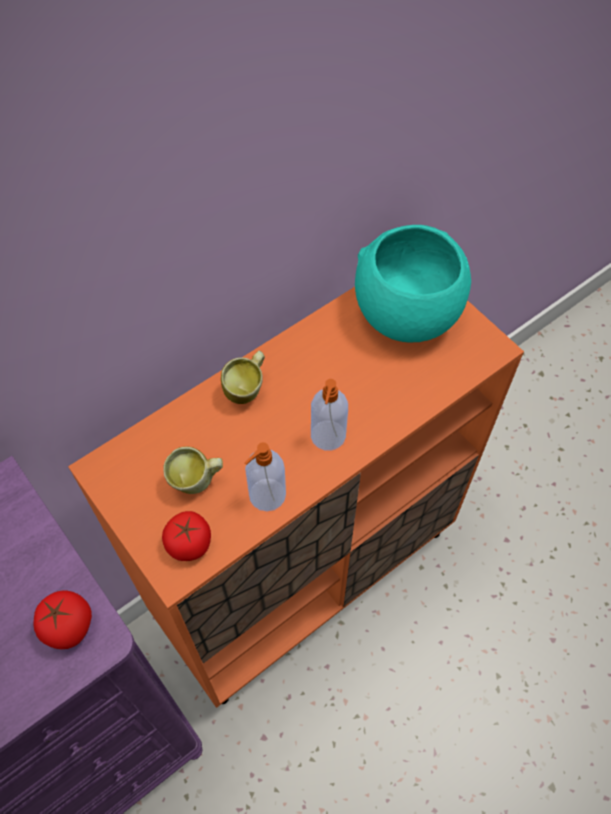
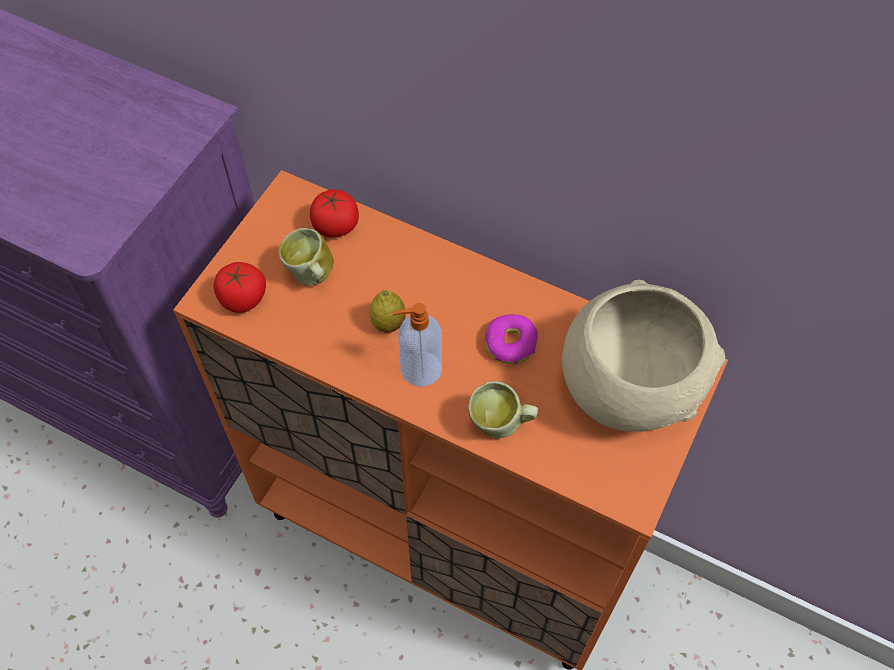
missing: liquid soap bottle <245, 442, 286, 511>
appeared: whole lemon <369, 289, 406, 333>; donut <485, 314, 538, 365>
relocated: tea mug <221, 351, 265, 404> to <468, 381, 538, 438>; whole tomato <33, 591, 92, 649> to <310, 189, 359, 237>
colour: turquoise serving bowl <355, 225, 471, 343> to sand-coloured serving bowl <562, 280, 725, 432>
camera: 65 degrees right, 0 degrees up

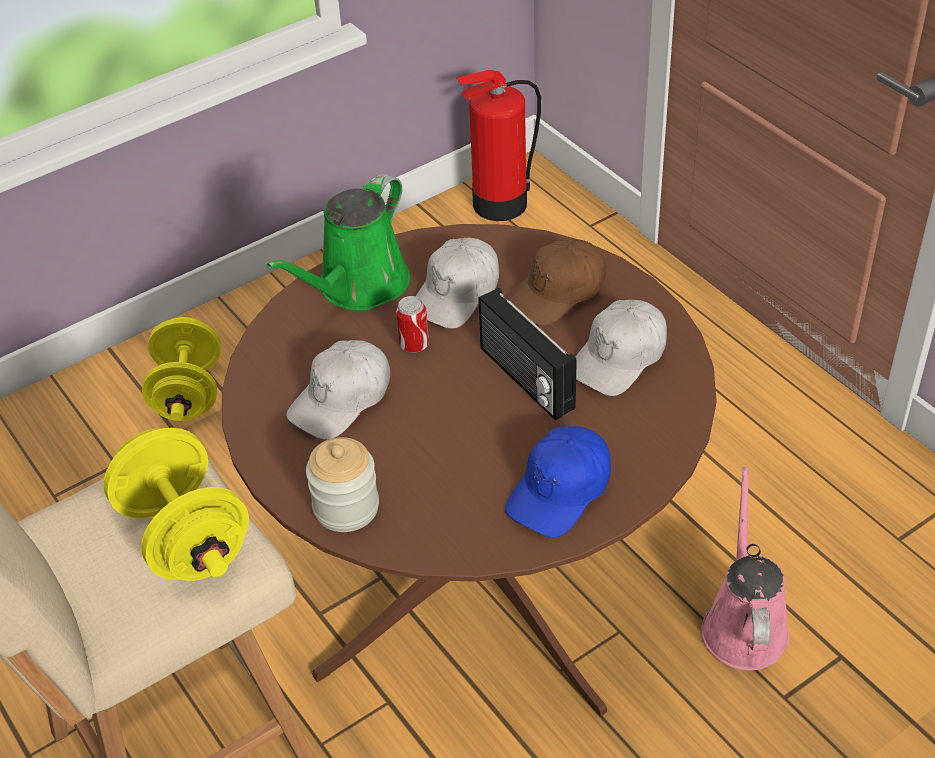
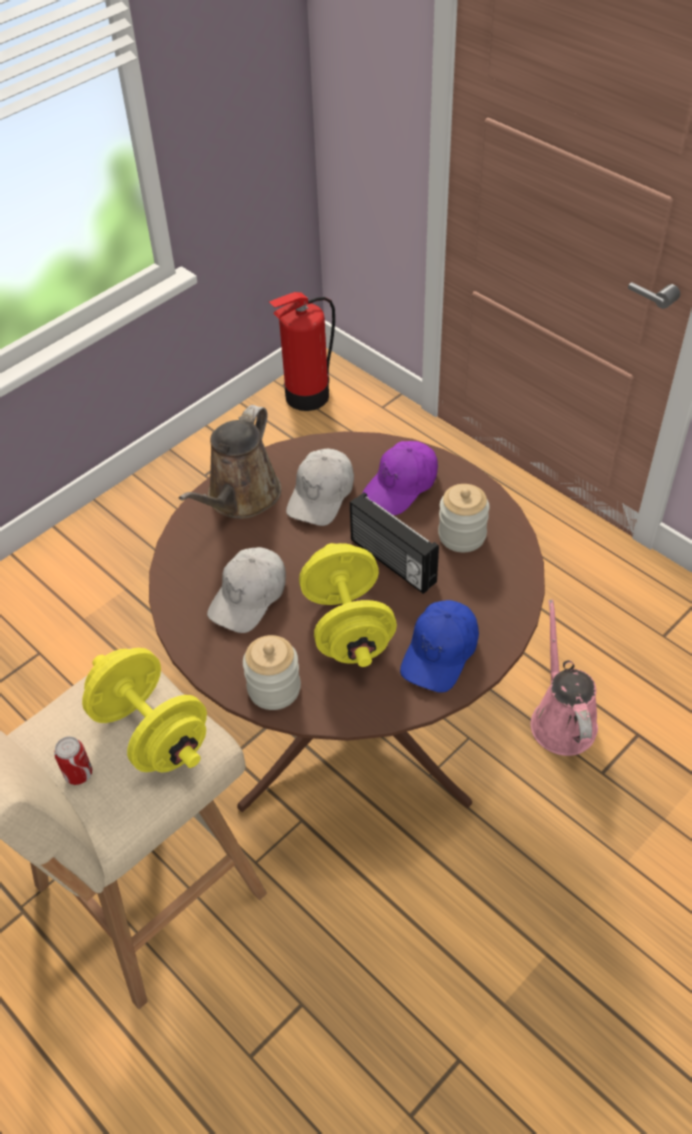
relocated: metal can <396, 296, 429, 353> to <54, 736, 92, 785>; yellow-coloured dumbbell <142, 317, 221, 421> to <299, 543, 397, 667>
exchanged: whitish baseball cap <575, 300, 667, 396> to jar <438, 484, 490, 552>
colour: greenish watering pot <266, 174, 410, 311> to brownish watering pot <179, 405, 281, 519>; brownish baseball cap <506, 238, 606, 326> to purple-coloured baseball cap <362, 441, 438, 515>
camera: 10 degrees left, 5 degrees up

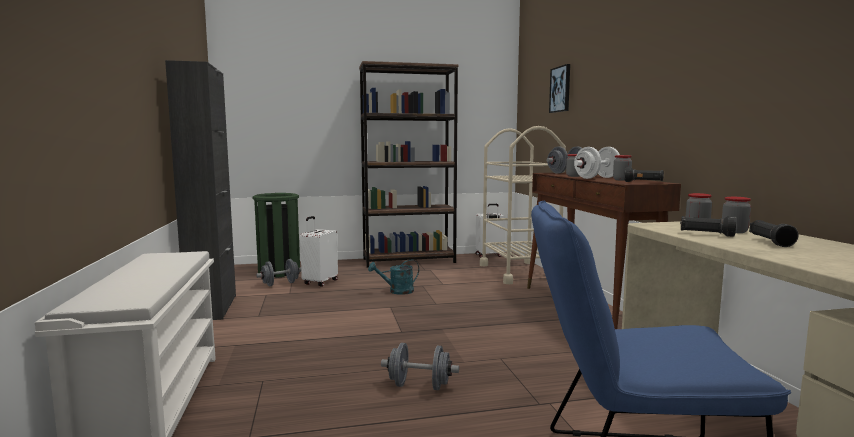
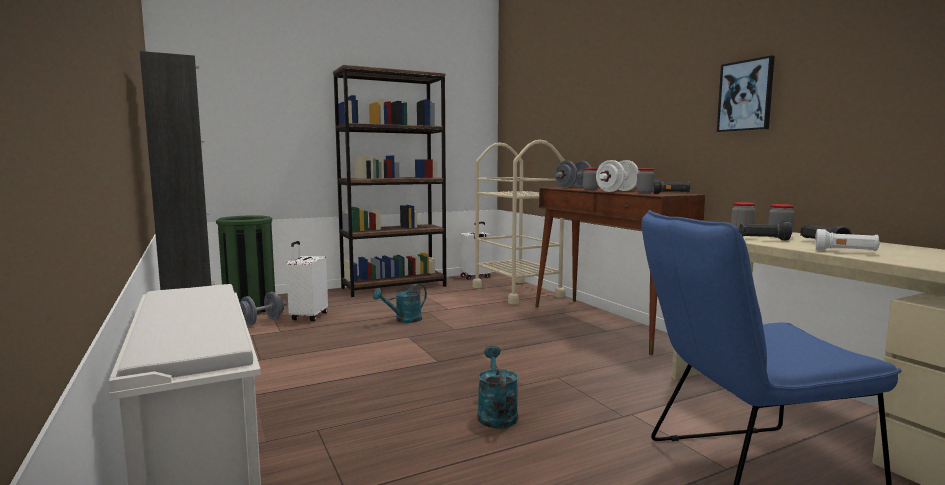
appeared: whitish hand torch <815, 229, 880, 251>
relocated: wall art <549, 64, 570, 113> to <717, 55, 775, 132>
exchanged: grey dumbbell <381, 343, 459, 390> to turquoise watering pot <477, 346, 518, 429>
camera: 15 degrees left, 0 degrees up

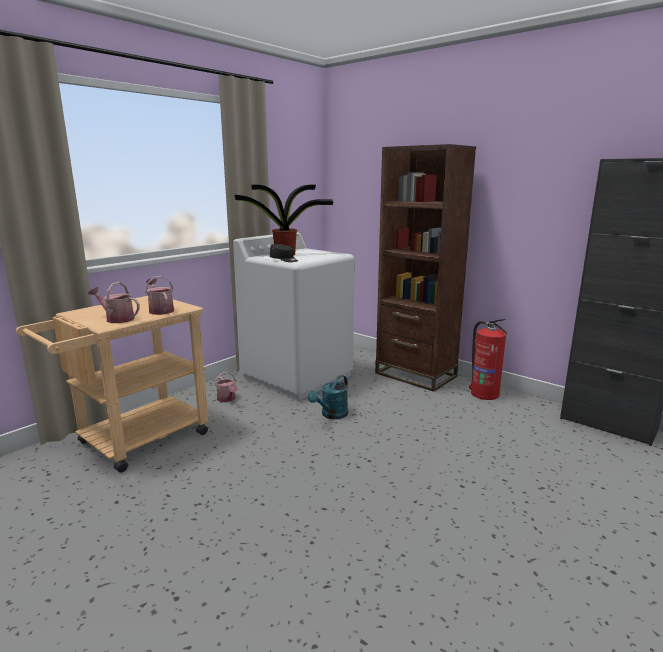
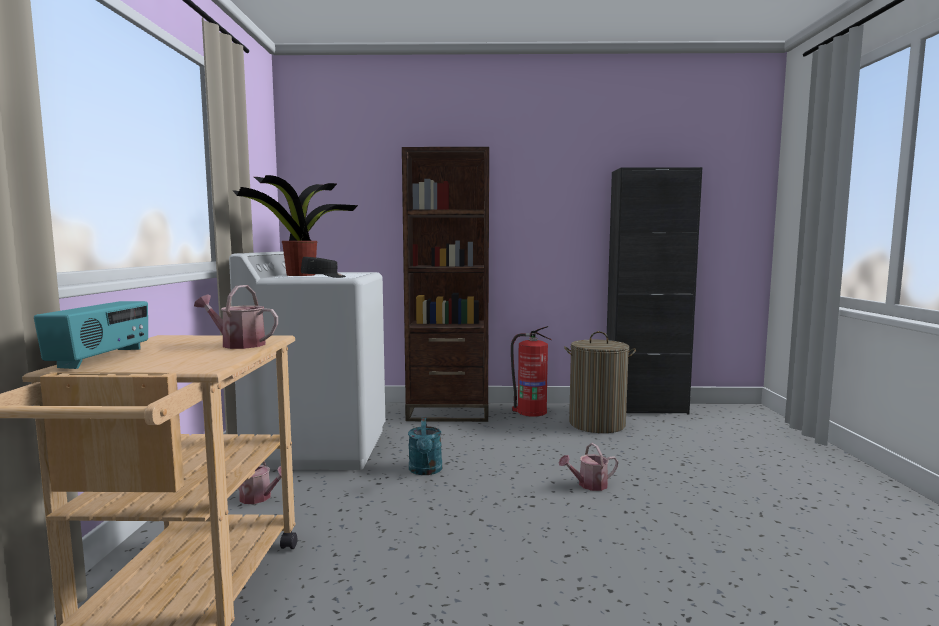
appeared: radio <34, 301, 148, 369>; washing basket <564, 331, 636, 433>
relocated: watering pot <88, 282, 140, 323> to <558, 443, 618, 491>
camera: 40 degrees left, 10 degrees down

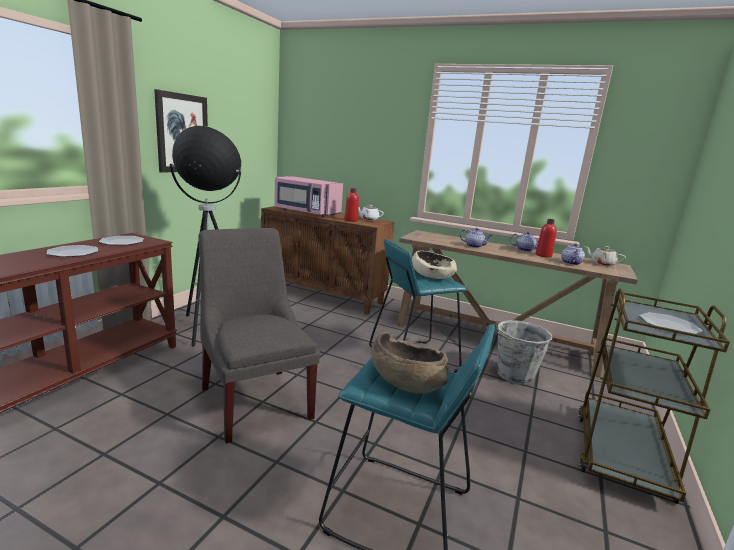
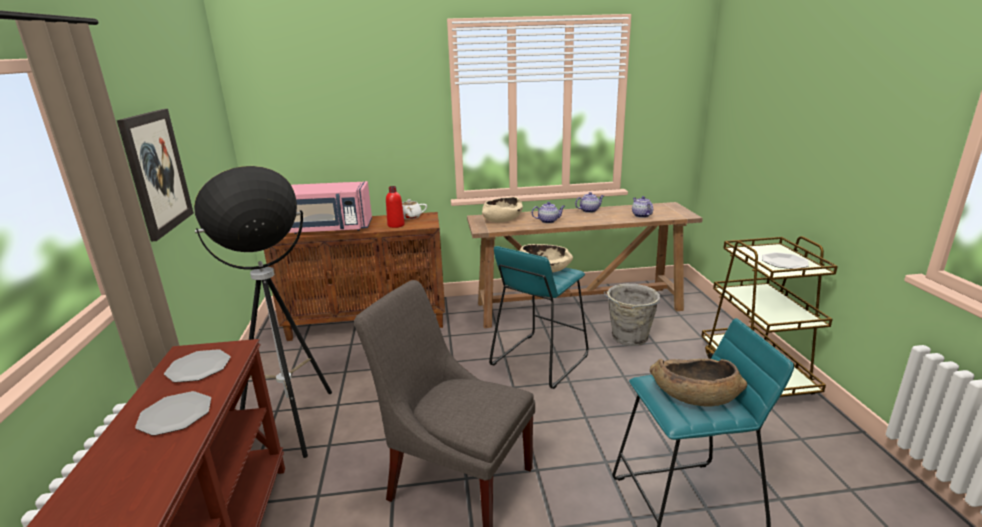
missing: reddish drink bottle <536, 219, 557, 258>; sand-coloured tea pot <585, 246, 626, 266>
appeared: sand-coloured serving bowl <482, 197, 523, 223>
camera: 30 degrees left, 5 degrees up

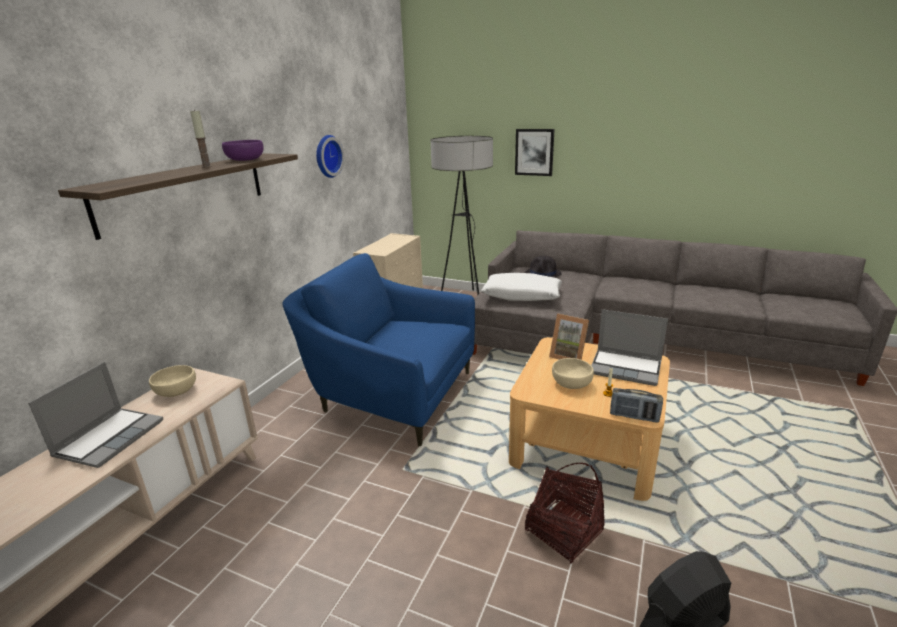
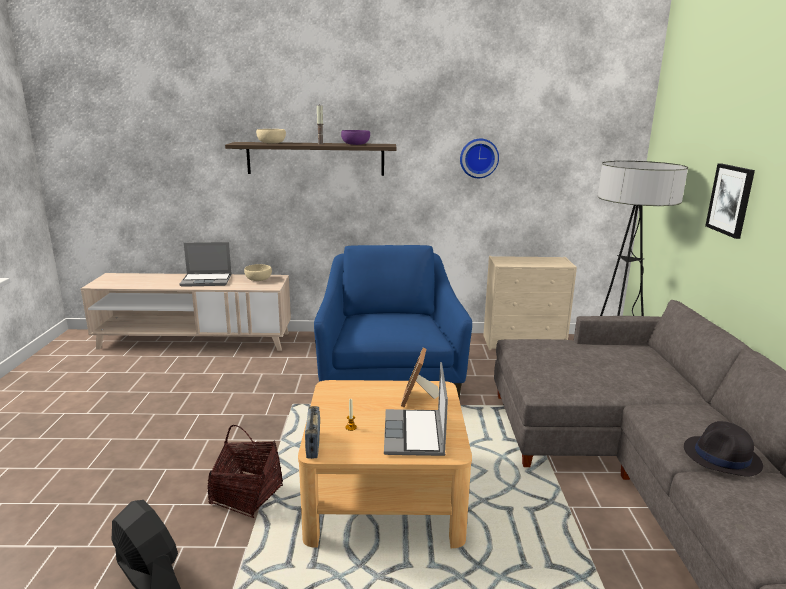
missing: whitish pillow <481, 273, 562, 301>
relocated: black-coloured clothing hat <525, 256, 562, 278> to <684, 421, 763, 477>; sand-coloured serving bowl <552, 358, 594, 389> to <256, 129, 286, 144>
camera: 65 degrees right, 5 degrees down

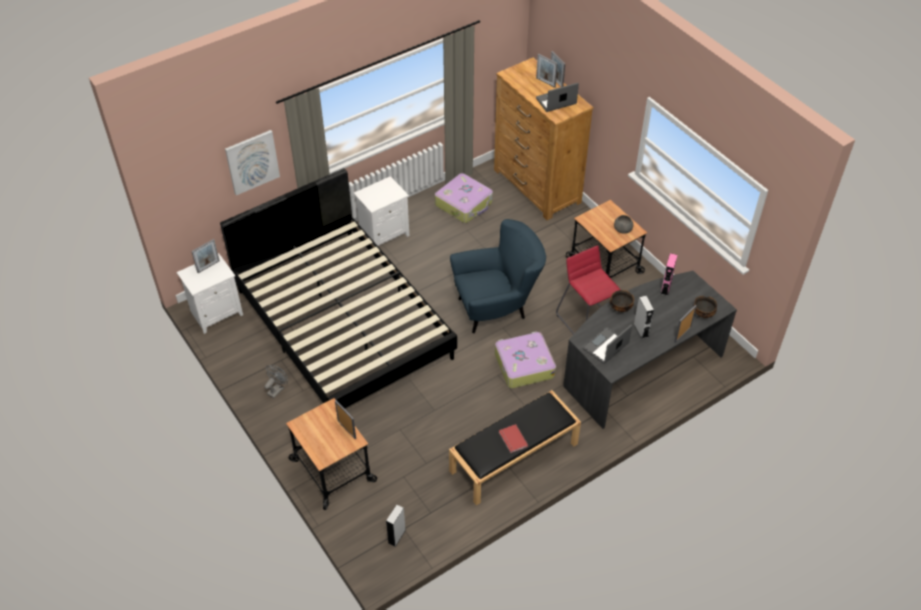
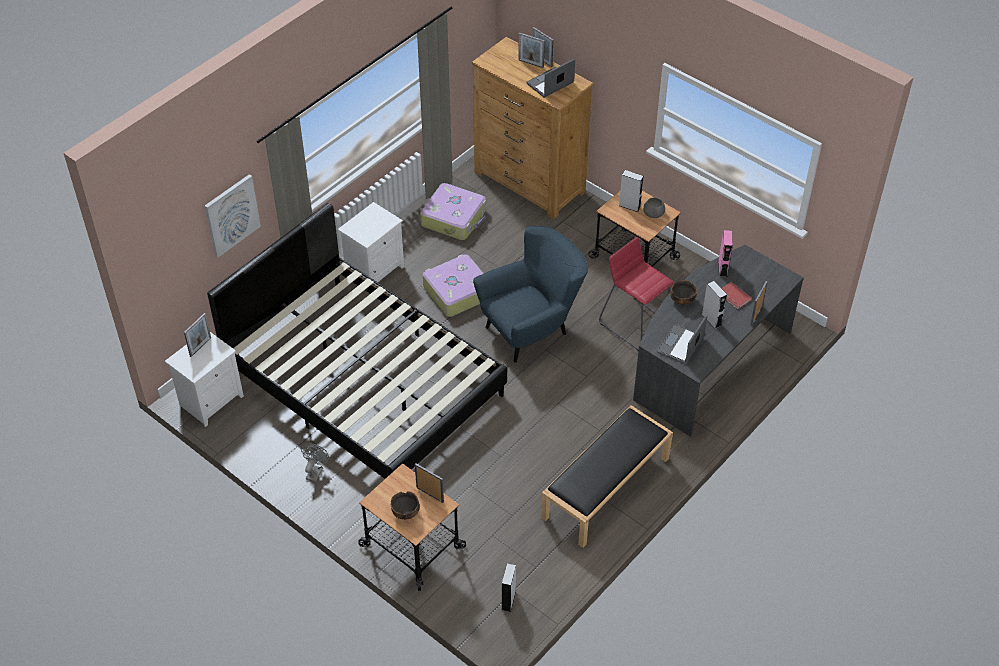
appeared: grey speaker <619, 170, 644, 212>
relocated: serving bowl <694, 296, 717, 318> to <390, 491, 420, 520>; suitcase <495, 331, 556, 388> to <423, 254, 484, 317>; reddish book <499, 424, 528, 453> to <721, 282, 752, 310>
camera: 15 degrees left, 0 degrees up

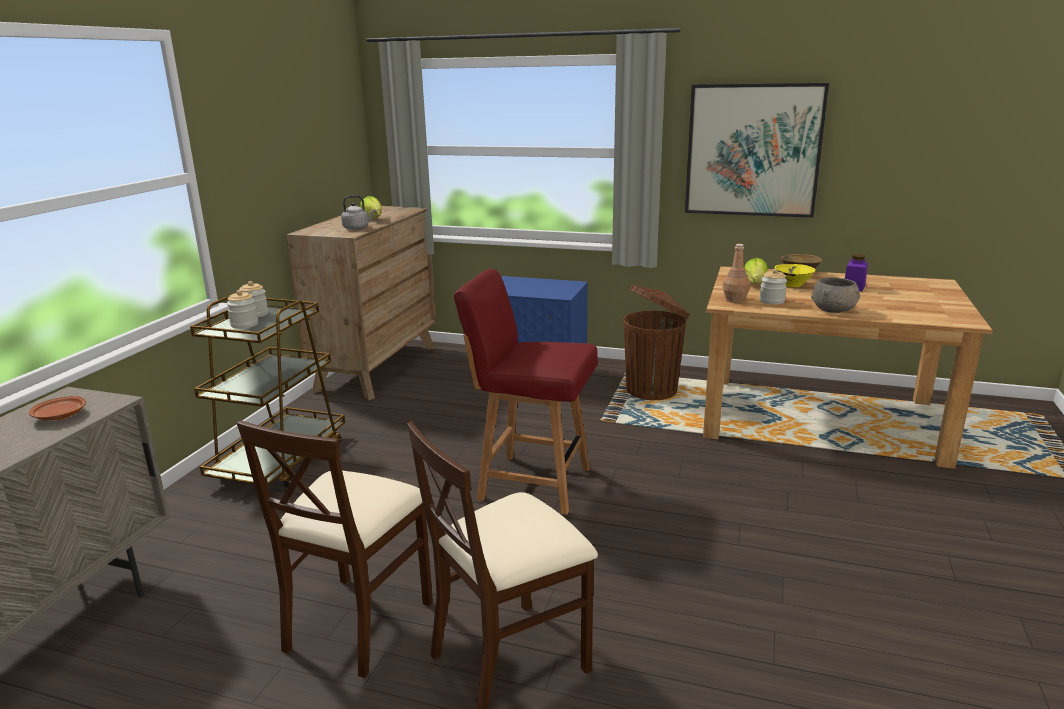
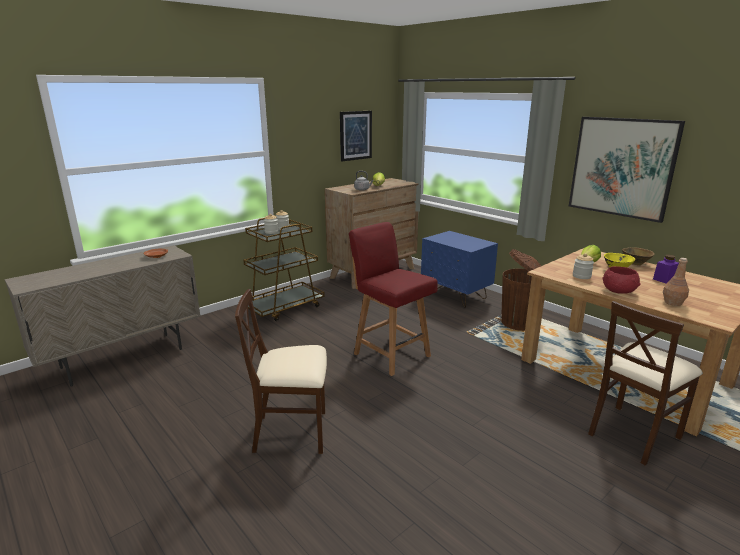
appeared: wall art <340, 111, 372, 161>
relocated: brownish drink bottle <722, 244, 750, 303> to <663, 258, 689, 306>; sand-coloured upright chair <237, 420, 433, 678> to <588, 301, 703, 465>
colour: grey serving bowl <811, 278, 860, 313> to reddish serving bowl <602, 266, 640, 293>
camera: 30 degrees right, 0 degrees up

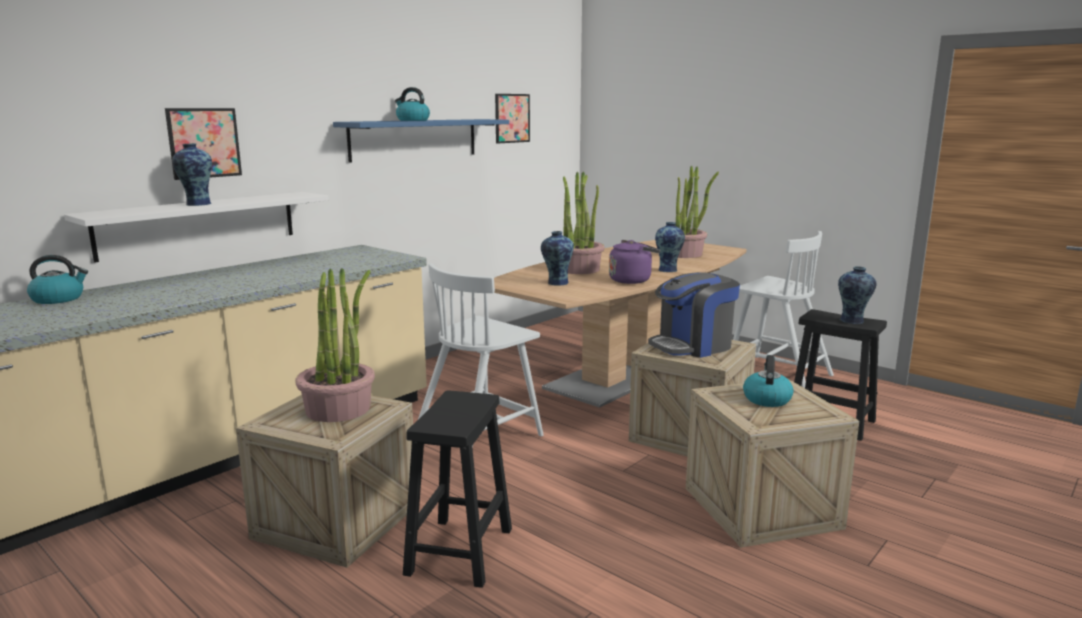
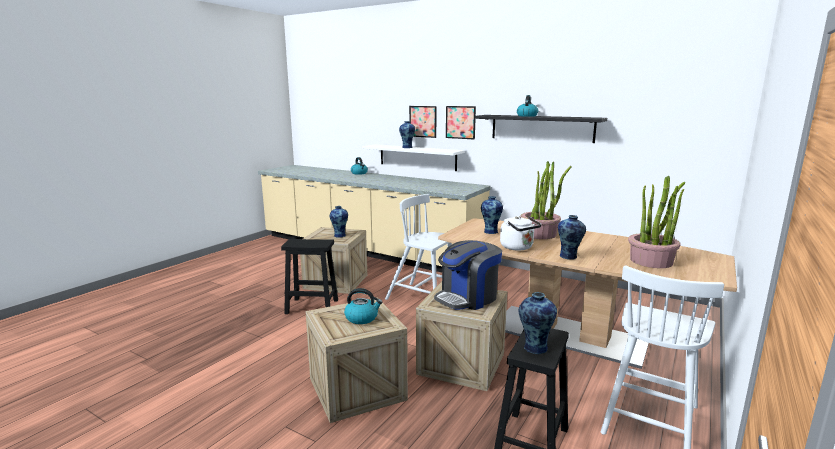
relocated: wall art <495, 94, 530, 144> to <446, 106, 476, 140>
exchanged: houseplant <295, 268, 375, 422> to decorative vase <330, 206, 348, 238>
colour: blue wall shelf <333, 119, 509, 163> to black-coloured wall shelf <475, 115, 607, 143>; purple-coloured kettle <609, 240, 660, 284> to whitish kettle <500, 216, 542, 250>
spun: coffee machine <648, 272, 740, 358> = <434, 240, 502, 310> 90 degrees counterclockwise
camera: 80 degrees right, 0 degrees up

